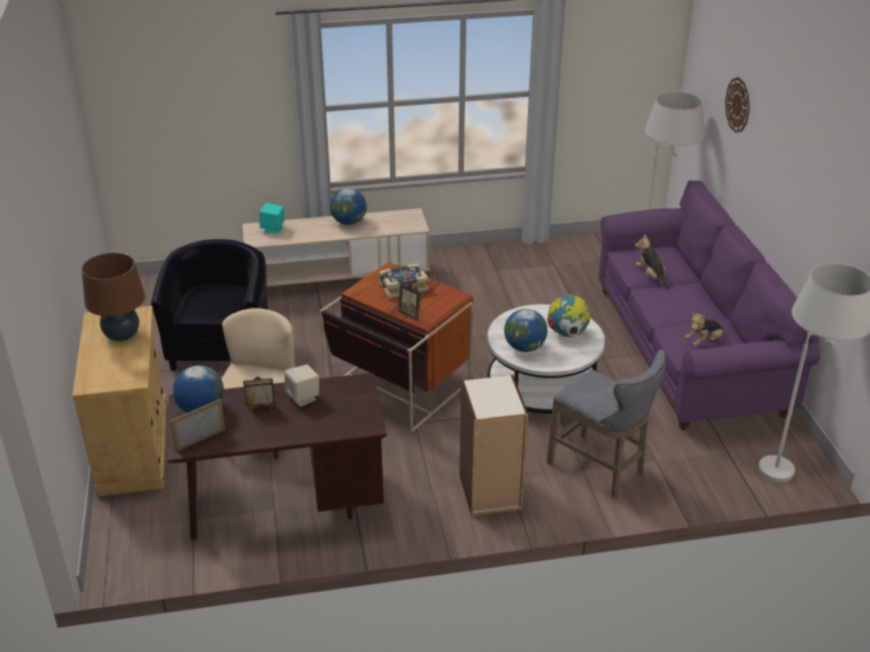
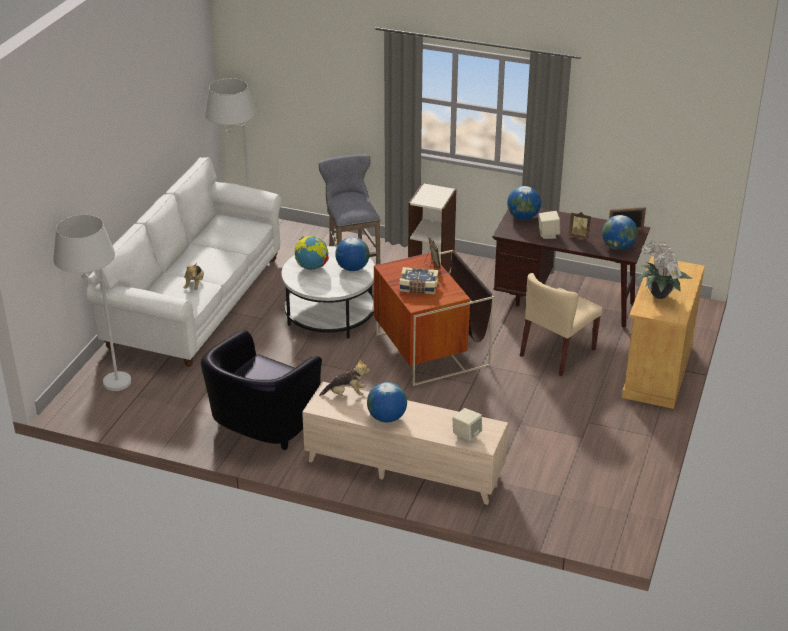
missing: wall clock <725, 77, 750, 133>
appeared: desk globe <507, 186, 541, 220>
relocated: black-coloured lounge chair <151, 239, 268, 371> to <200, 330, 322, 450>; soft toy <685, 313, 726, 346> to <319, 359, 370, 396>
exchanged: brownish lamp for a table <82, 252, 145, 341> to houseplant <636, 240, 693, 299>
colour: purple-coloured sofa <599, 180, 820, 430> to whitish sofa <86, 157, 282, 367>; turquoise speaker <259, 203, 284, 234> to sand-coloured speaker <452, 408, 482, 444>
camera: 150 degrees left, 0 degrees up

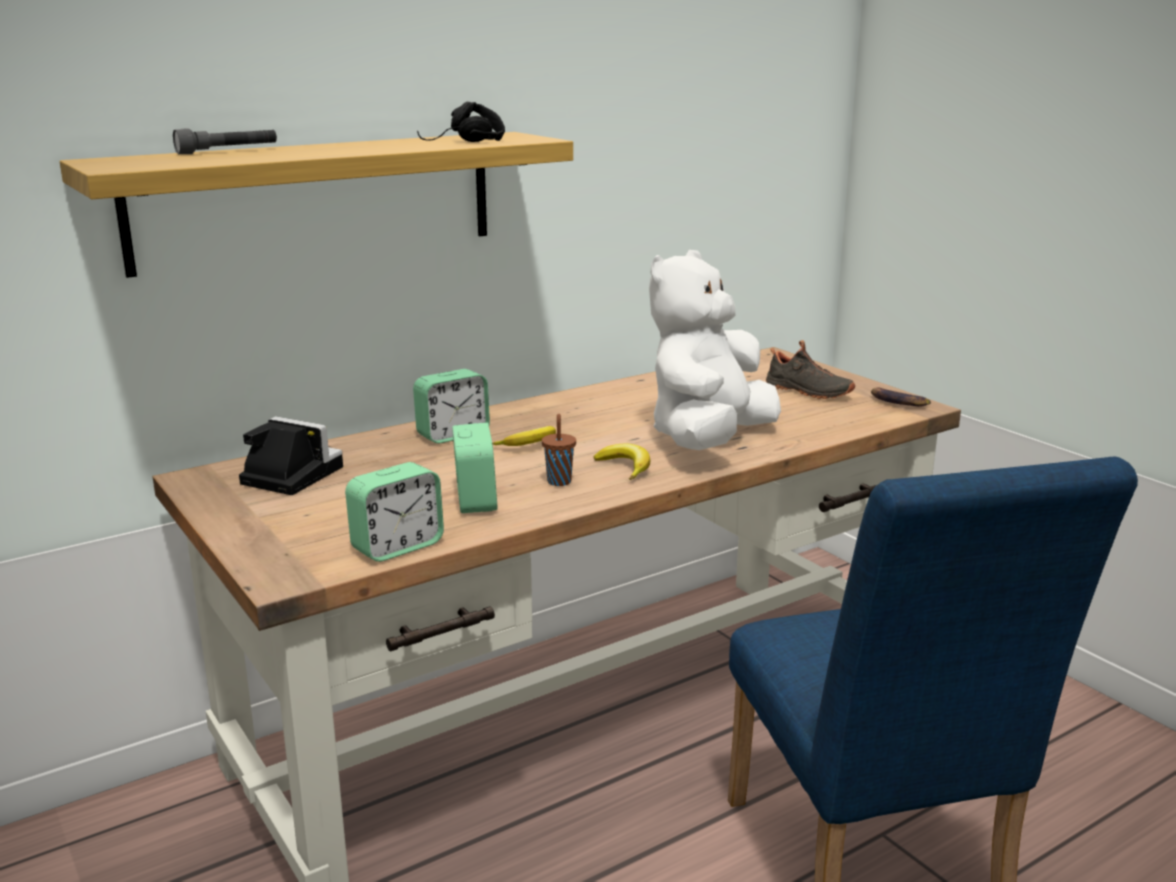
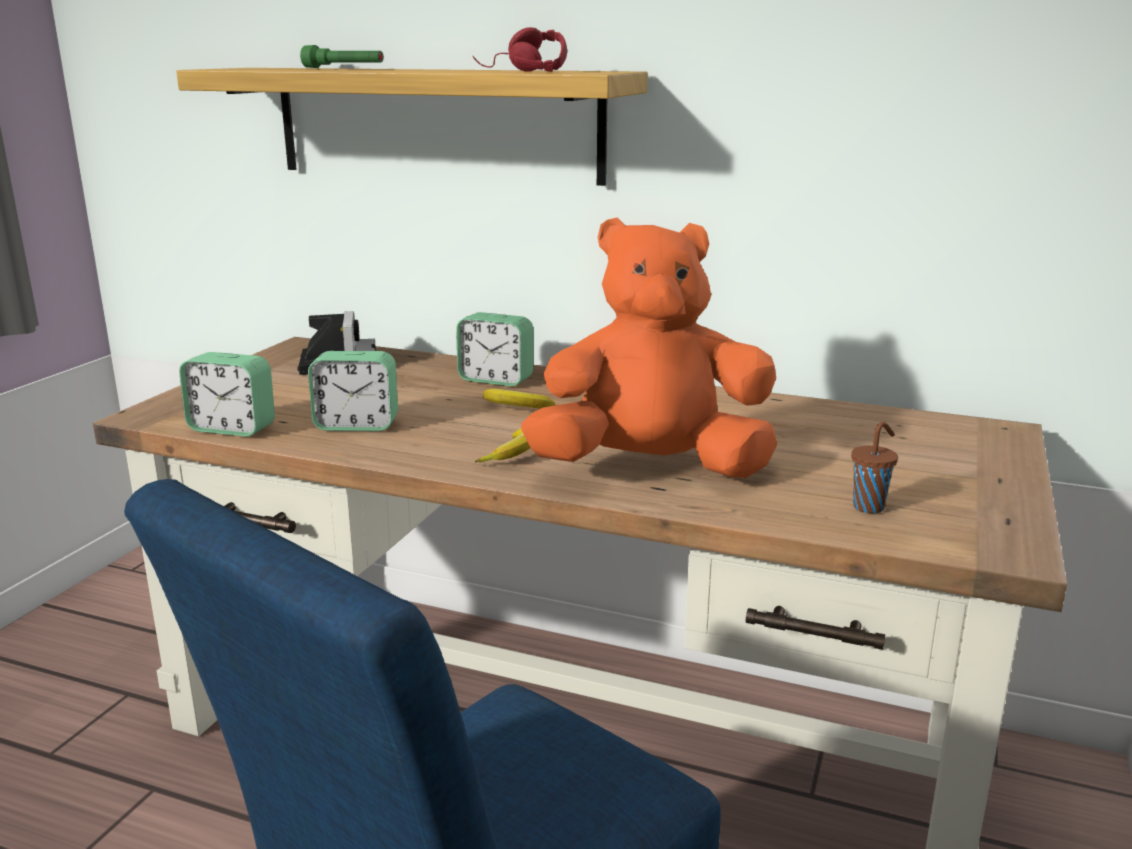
missing: black-coloured item of footwear <766, 340, 855, 399>; banana fruit <871, 387, 931, 406>
relocated: brownish drinking cup <542, 414, 576, 486> to <851, 422, 898, 513>
colour: black-coloured headphones <417, 102, 505, 142> to reddish headphones <473, 27, 567, 72>; grey hand torch <173, 128, 277, 154> to greenish hand torch <300, 45, 384, 68>; whitish soft toy <649, 250, 781, 450> to orange-coloured soft toy <521, 217, 777, 478>
spun: alarm clock <452, 423, 497, 513> = <308, 351, 398, 431> 45 degrees clockwise
camera: 55 degrees right, 0 degrees up

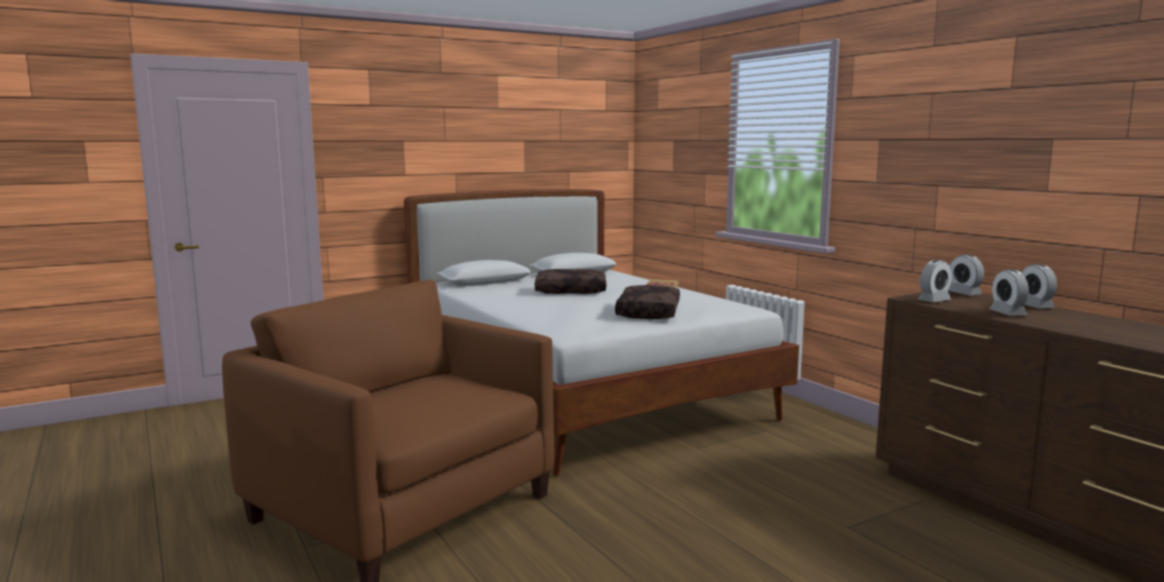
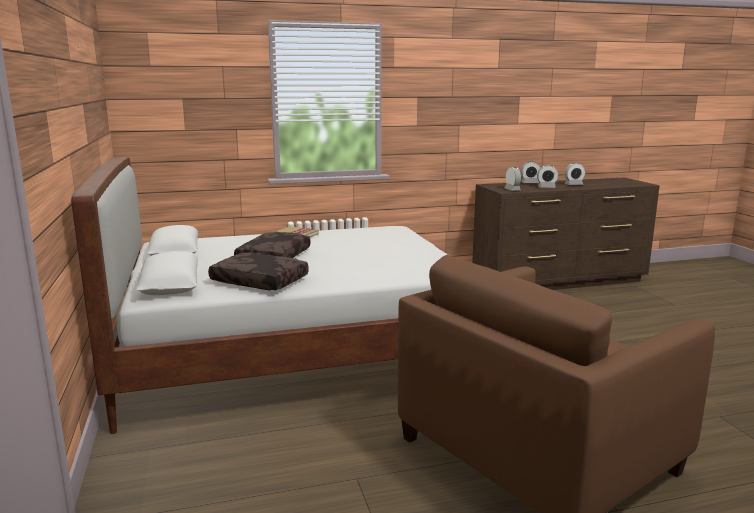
relocated: alarm clock <948, 255, 984, 295> to <564, 163, 585, 185>; brownish pillow <615, 285, 680, 319> to <208, 252, 309, 291>
camera: 75 degrees left, 5 degrees up

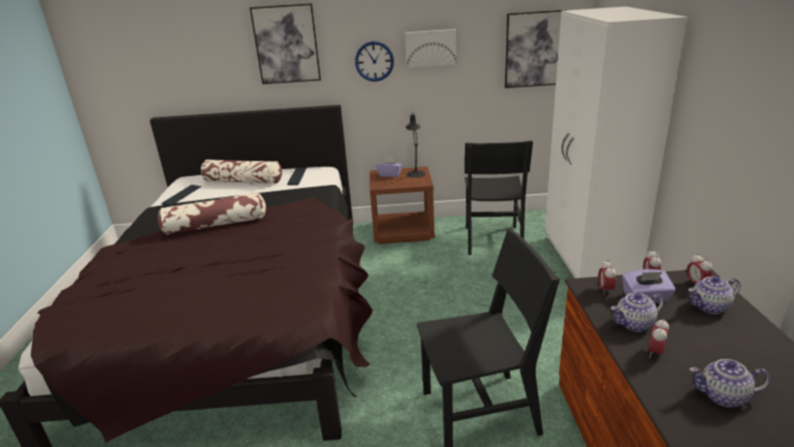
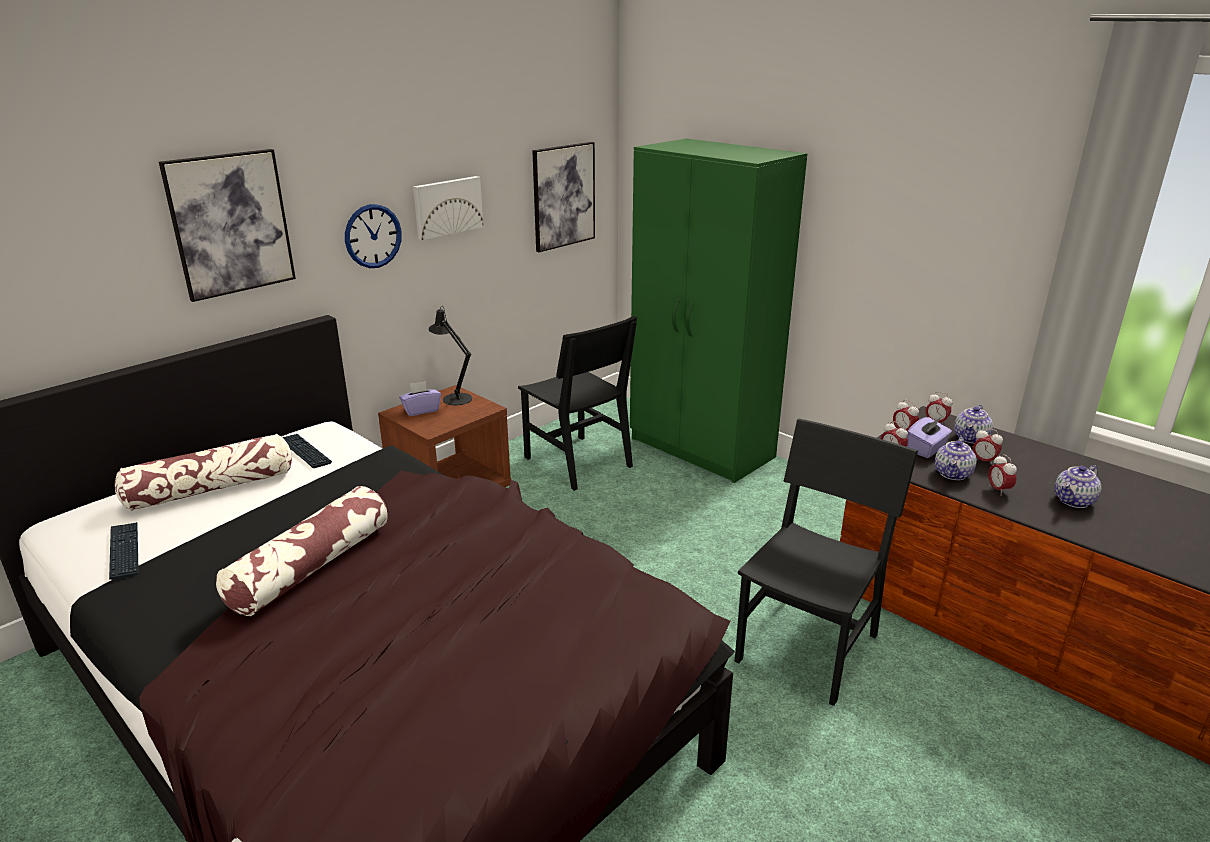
appeared: alarm clock <973, 428, 1003, 464>
colour: whitish clothes cupboard <545, 7, 688, 278> to greenish clothes cupboard <630, 139, 807, 483>
camera: 45 degrees left, 0 degrees up

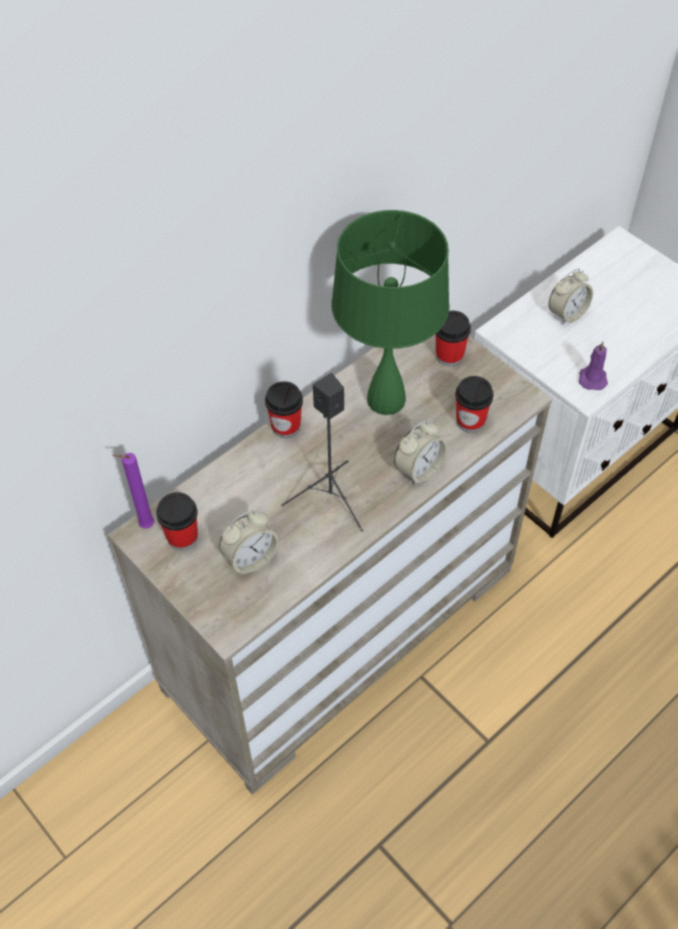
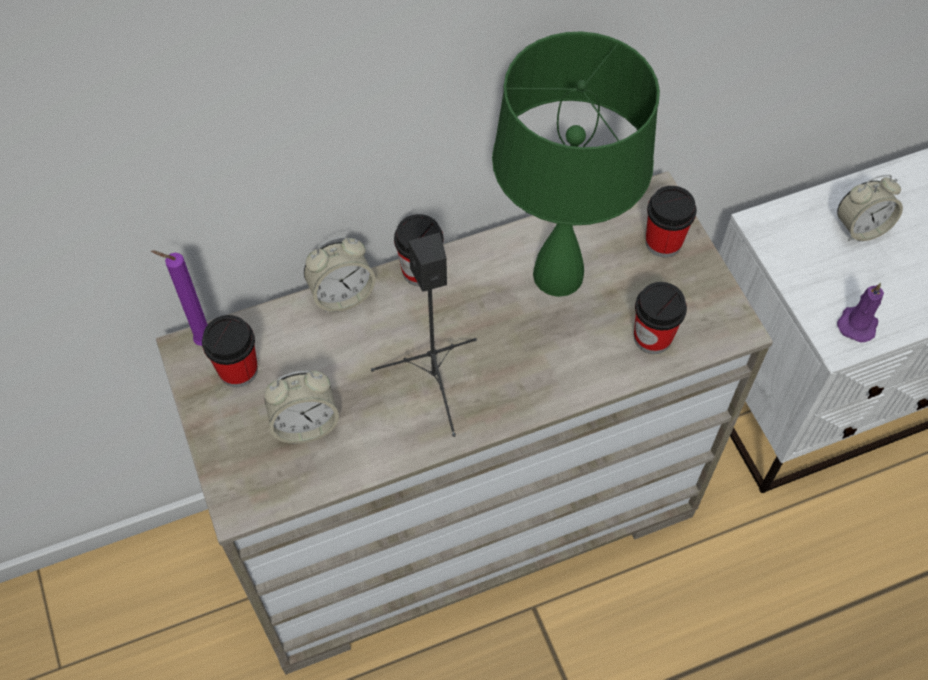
relocated: alarm clock <394, 420, 447, 486> to <304, 236, 376, 312>
camera: 20 degrees right, 5 degrees up

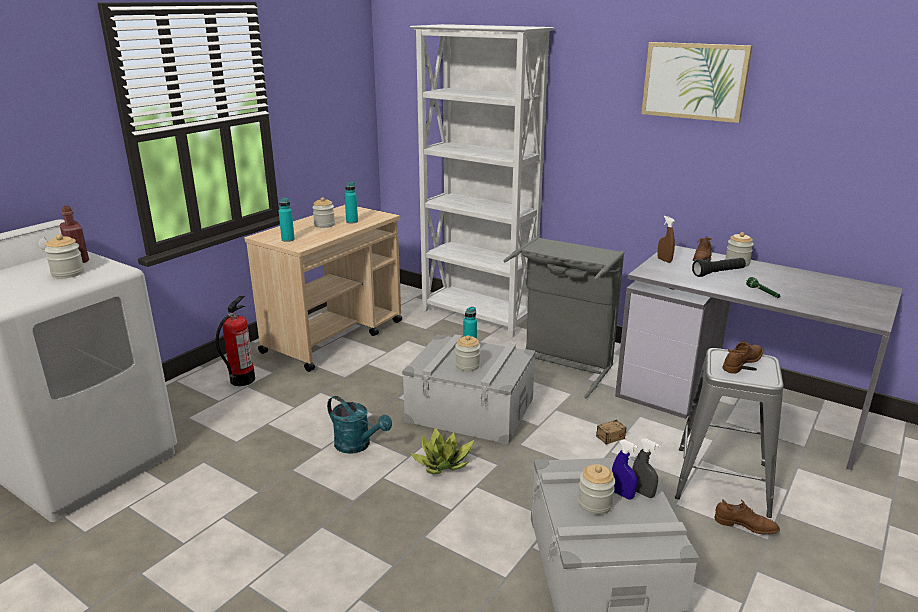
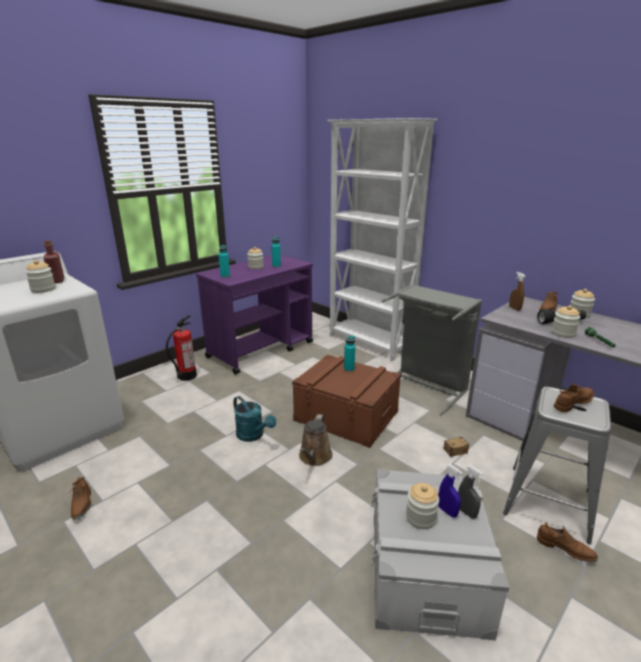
missing: wall art <641, 42, 753, 123>
appeared: brownish item of footwear <70, 477, 91, 520>
relocated: jar <455, 335, 481, 371> to <552, 305, 580, 338>
exchanged: houseplant <410, 427, 474, 474> to brownish watering pot <299, 414, 333, 466>
colour: sand-coloured trolley <245, 205, 402, 372> to purple-coloured trolley <196, 255, 313, 375>; grey storage box <402, 334, 536, 445> to brownish storage box <292, 355, 401, 448>
camera: 10 degrees right, 0 degrees up

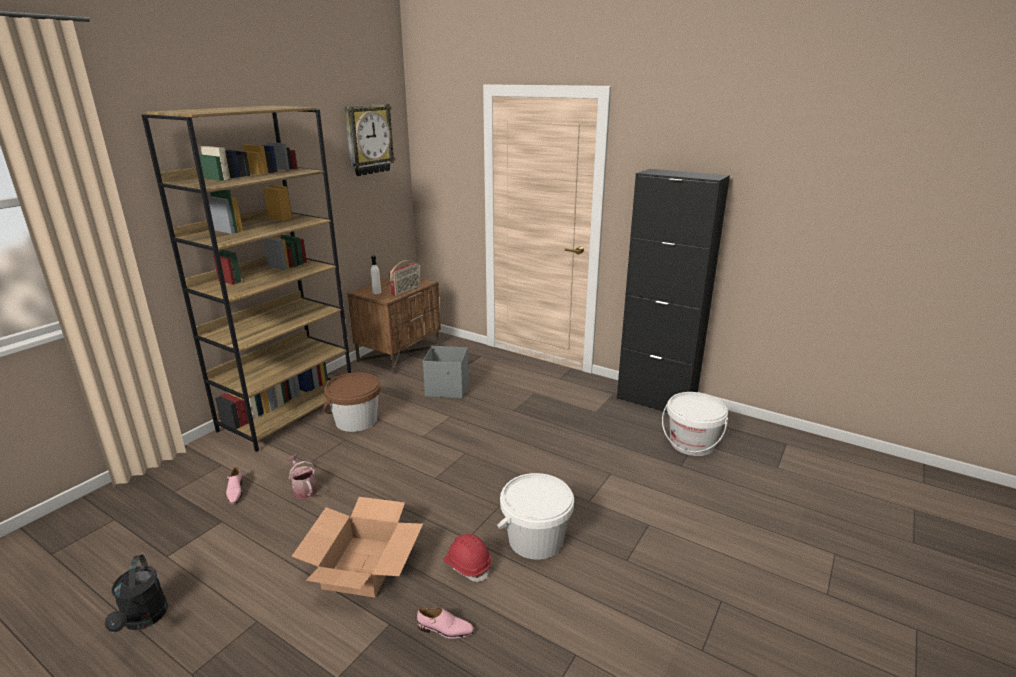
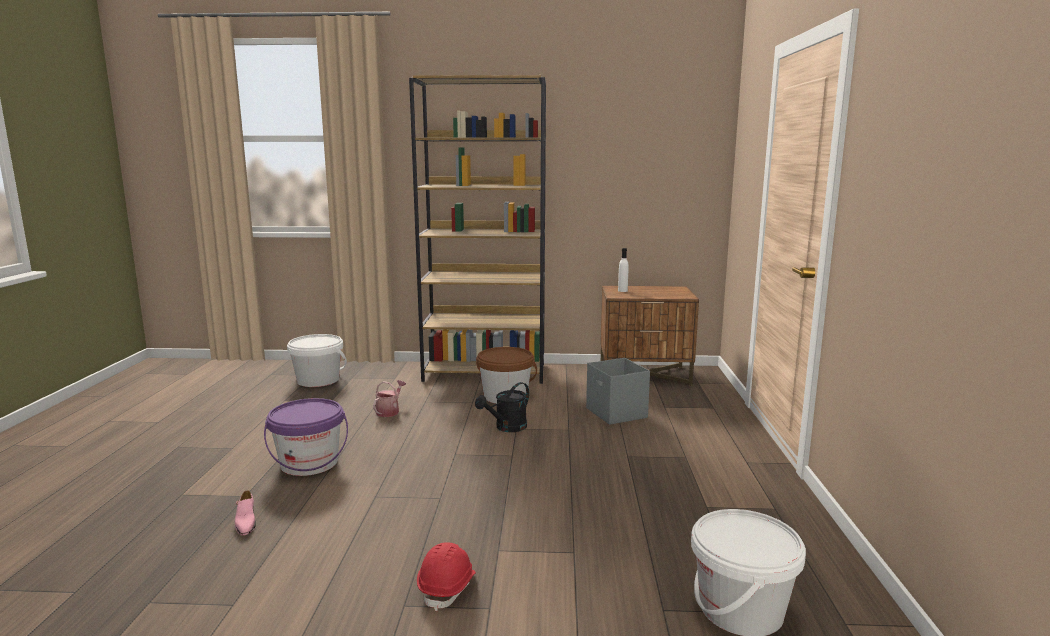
missing: wall clock <344, 104, 396, 176>; black-coloured cupboard <617, 169, 730, 413>; radio <389, 260, 420, 297>; pink item of footwear <226, 467, 242, 504>
relocated: whitish pail <497, 473, 574, 560> to <287, 334, 347, 387>; reddish work helmet <443, 534, 492, 582> to <417, 542, 476, 611>; black-coloured watering pot <105, 555, 168, 632> to <475, 382, 529, 432>
exchanged: carton <292, 497, 423, 597> to purple-coloured pail <264, 398, 348, 476>
camera: 60 degrees right, 10 degrees down

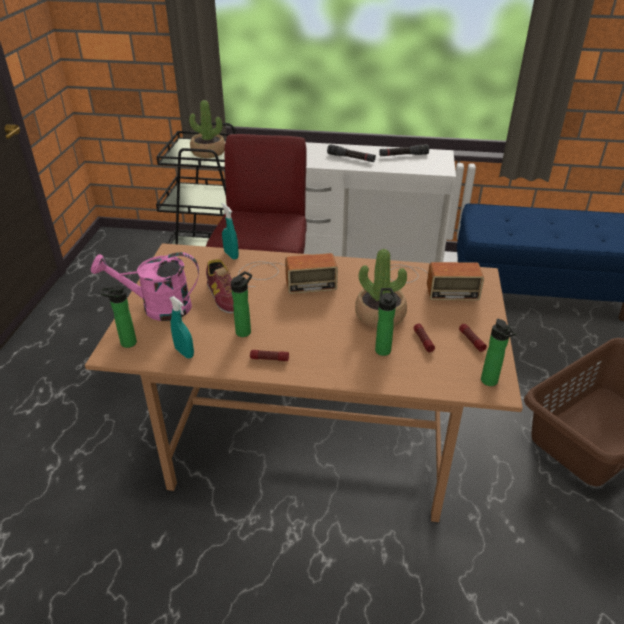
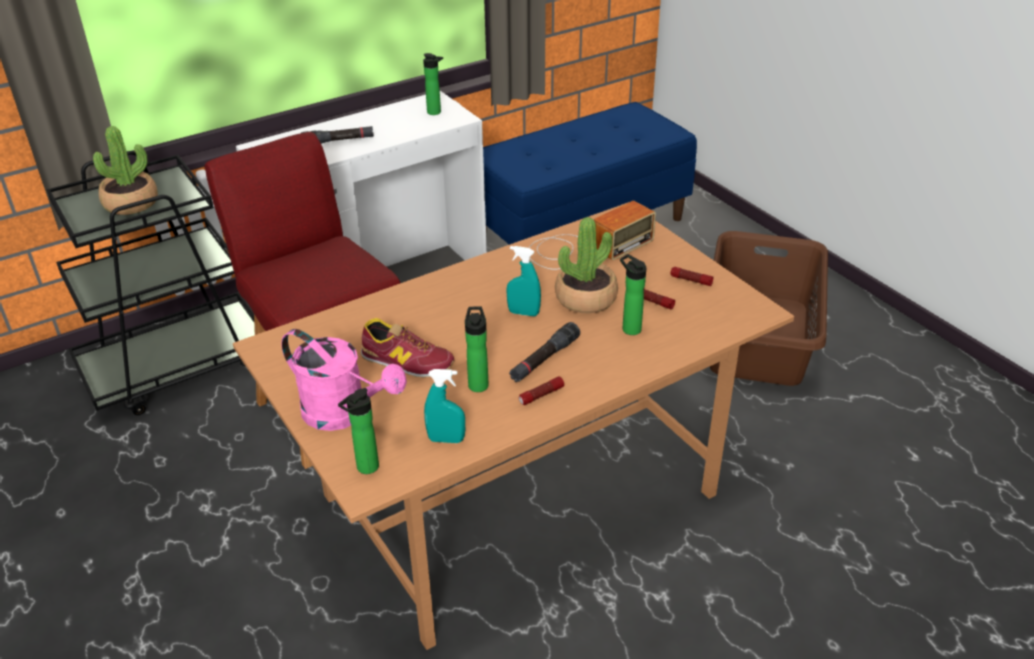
missing: radio <238, 253, 338, 294>
relocated: black-coloured hand torch <379, 144, 429, 156> to <509, 322, 580, 382>; turquoise spray bottle <221, 203, 239, 260> to <506, 246, 541, 316>; drink bottle <481, 319, 516, 386> to <423, 53, 443, 115>
spun: pink watering pot <91, 252, 199, 321> = <282, 329, 407, 431> 105 degrees counterclockwise
camera: 40 degrees left, 0 degrees up

